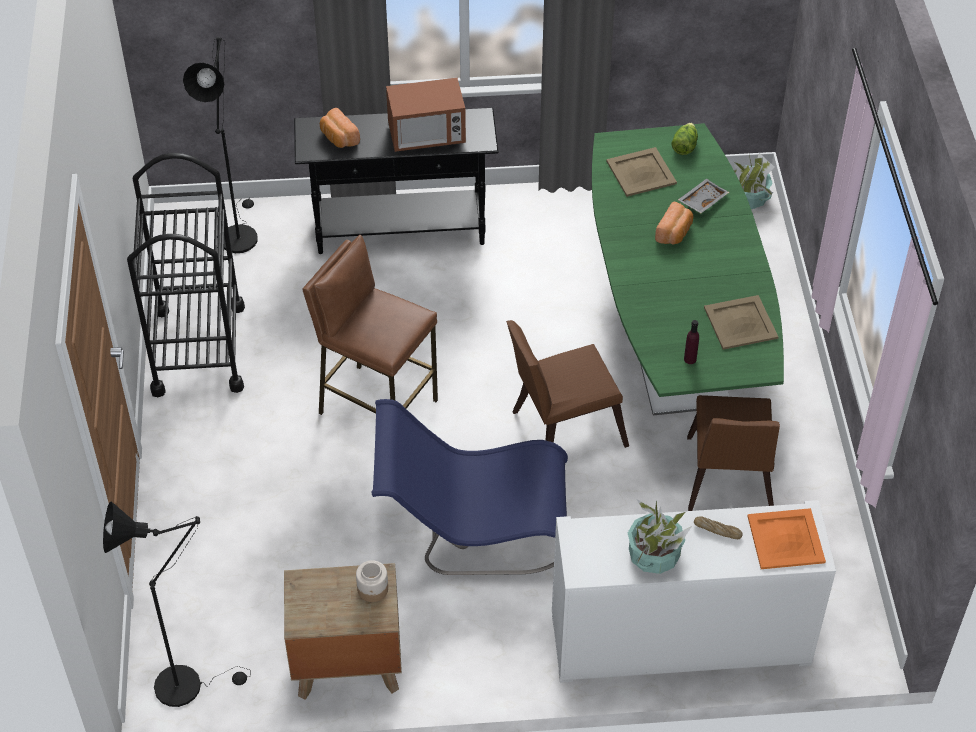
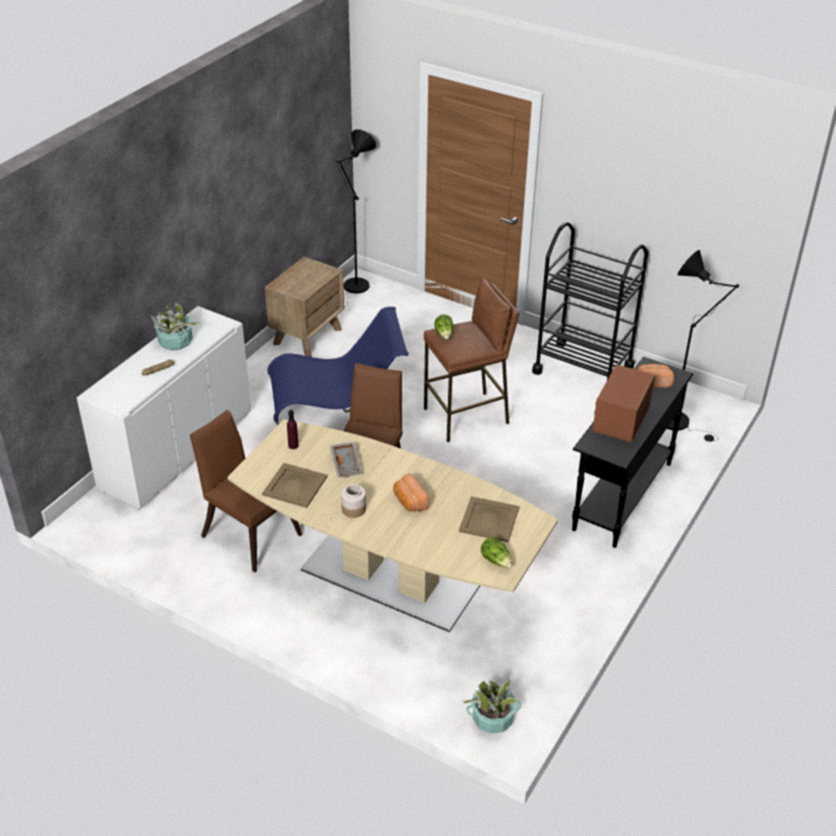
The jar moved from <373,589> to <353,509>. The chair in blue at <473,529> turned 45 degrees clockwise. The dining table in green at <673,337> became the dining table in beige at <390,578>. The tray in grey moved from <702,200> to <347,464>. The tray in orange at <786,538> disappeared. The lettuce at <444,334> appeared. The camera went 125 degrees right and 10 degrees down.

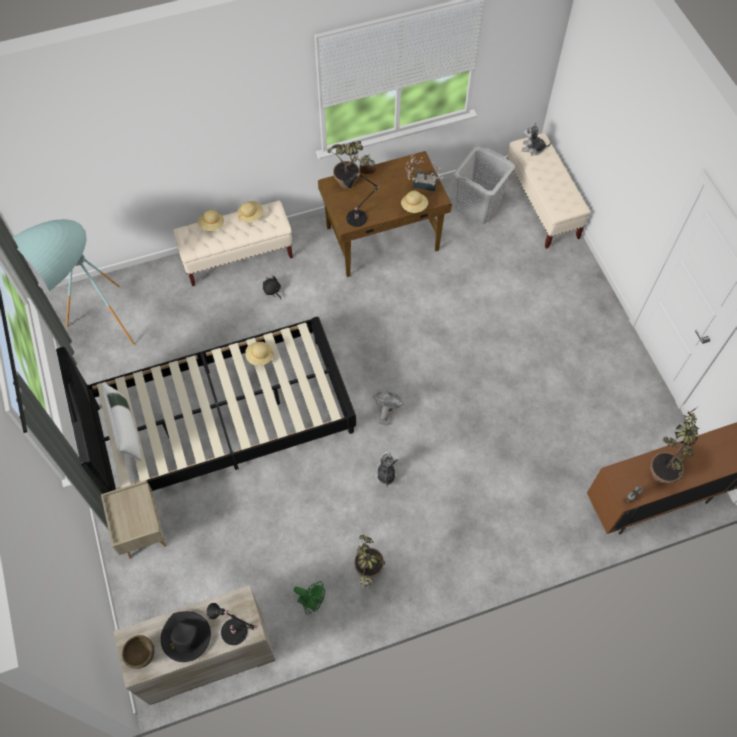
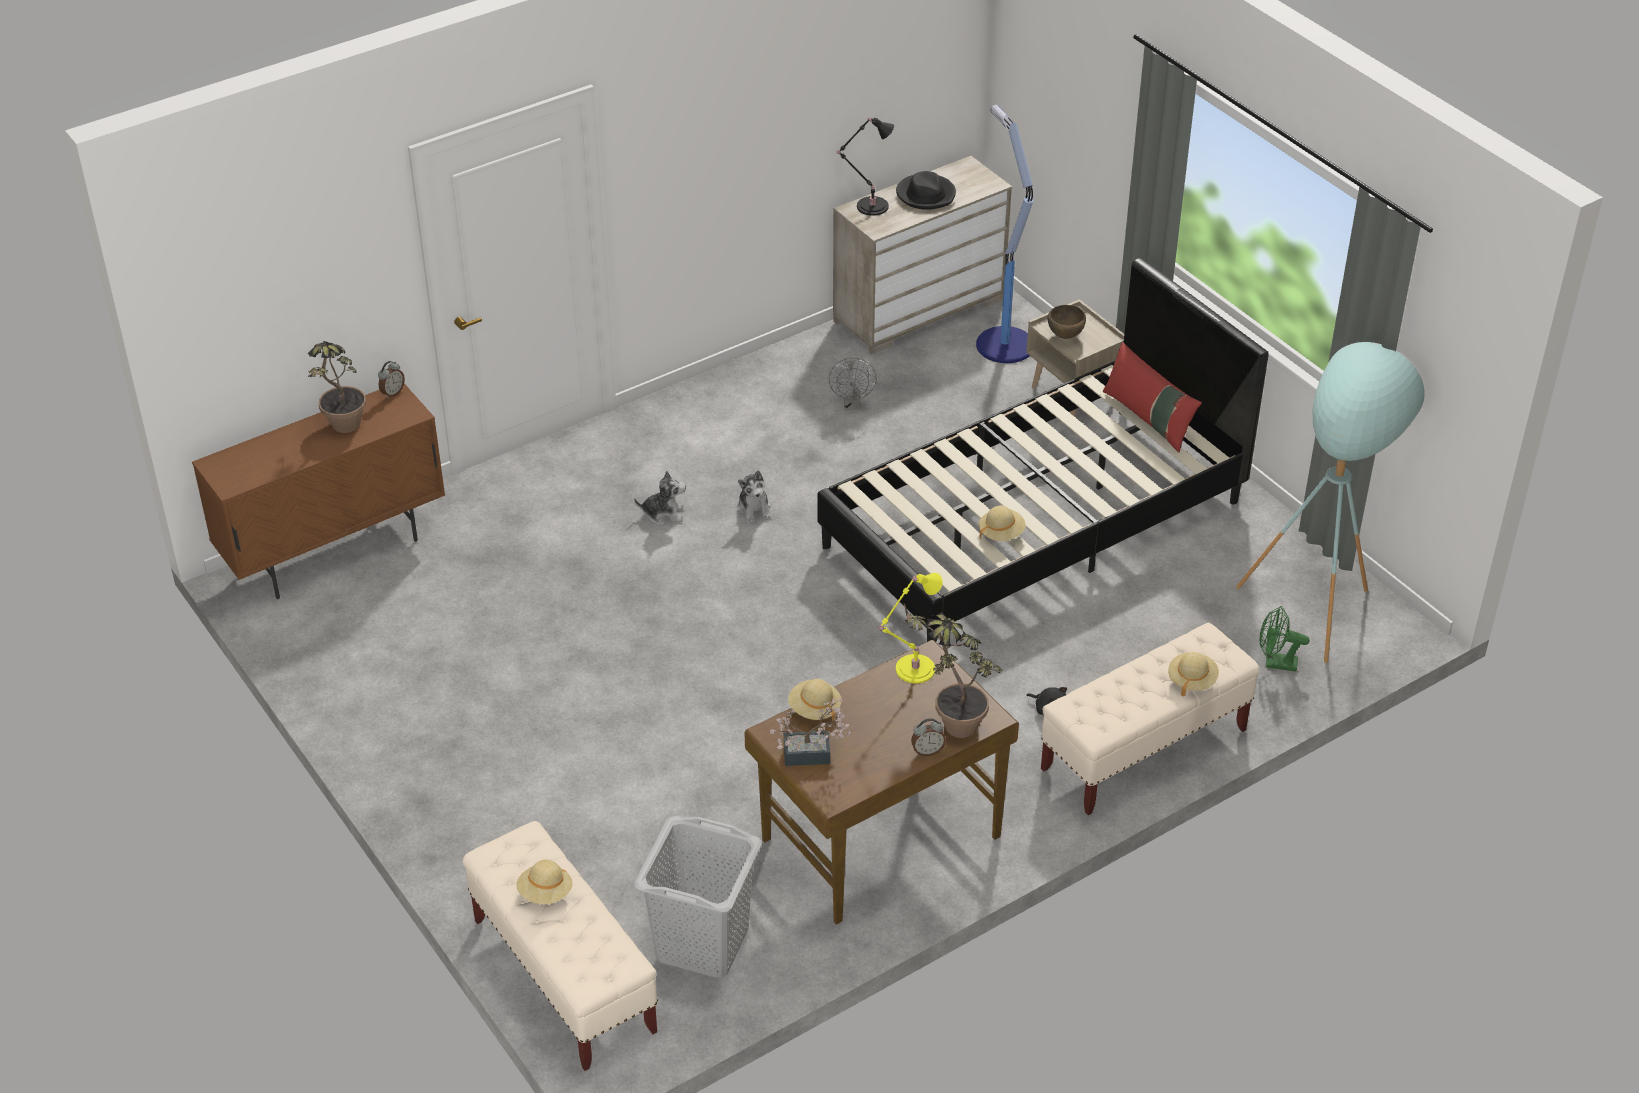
The pillow in white at <126,429> became the pillow in red at <1148,419>. The bowl in brown moved from <142,655> to <1065,336>. The hat in beige moved from <250,215> to <545,893>. The fan in green moved from <311,602> to <1275,663>. The table lamp in black at <358,218> became the table lamp in yellow at <912,670>. The potted plant at <368,574> disappeared. The fan in grey moved from <386,414> to <852,404>. The plush toy moved from <533,148> to <663,514>. The floor lamp at <1003,344> appeared. The camera went 165 degrees right and 20 degrees down.

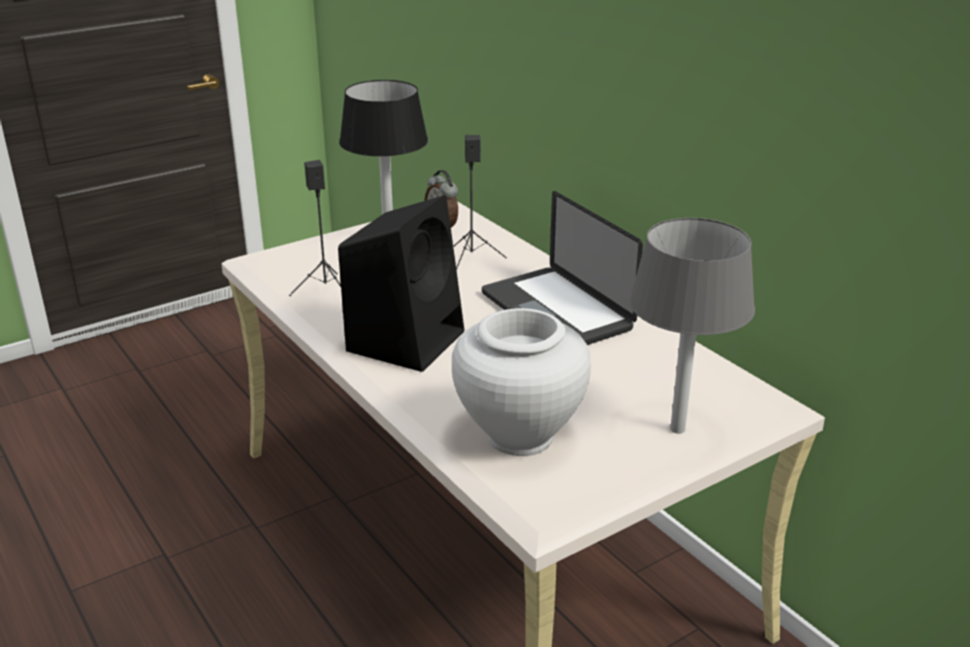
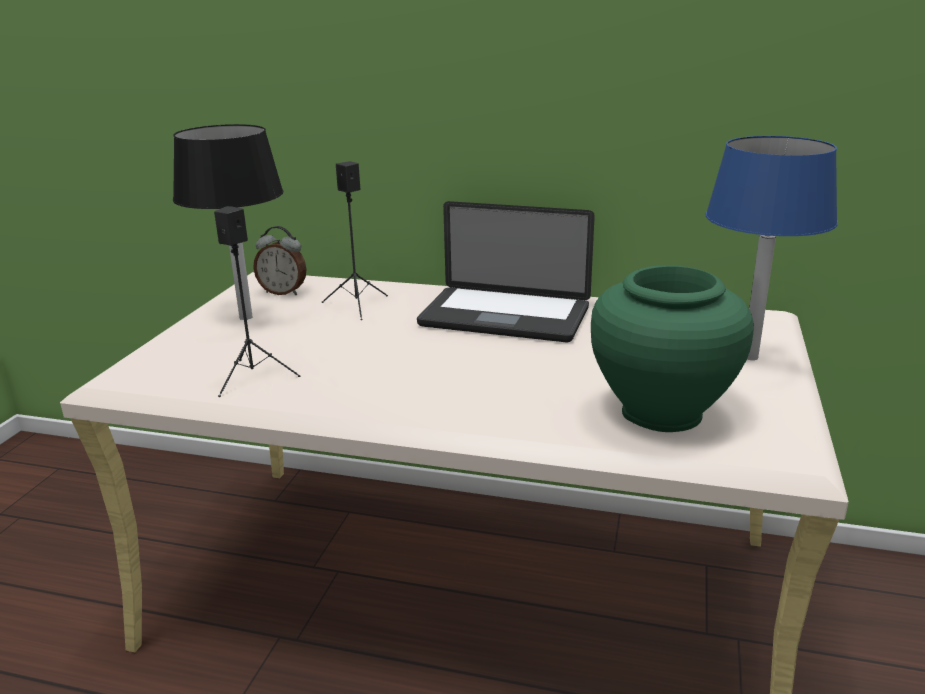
The speaker in black at <406,339> disappeared. The vase in white at <519,435> became the vase in green at <662,413>. The table lamp in grey at <677,429> became the table lamp in blue at <750,357>. The camera went 40 degrees left and 5 degrees down.

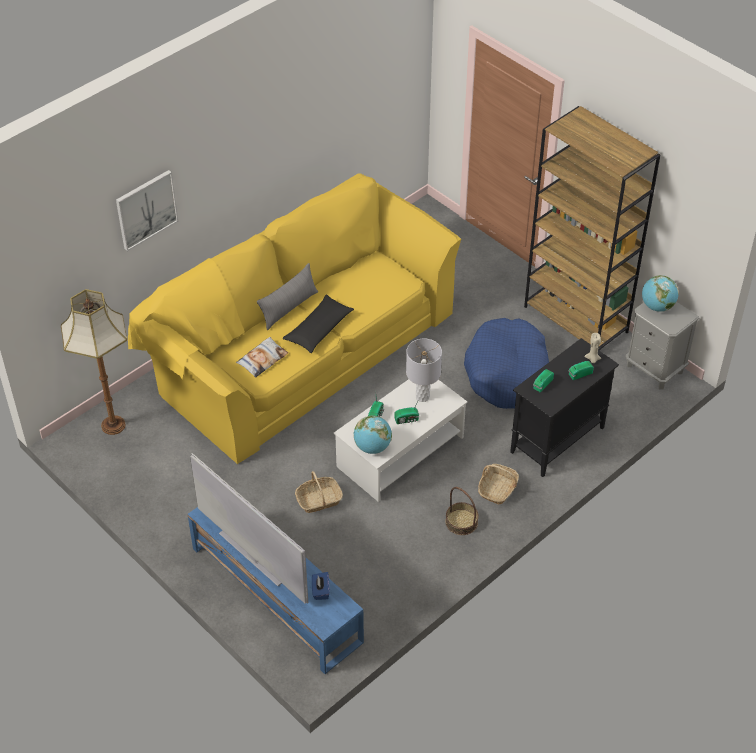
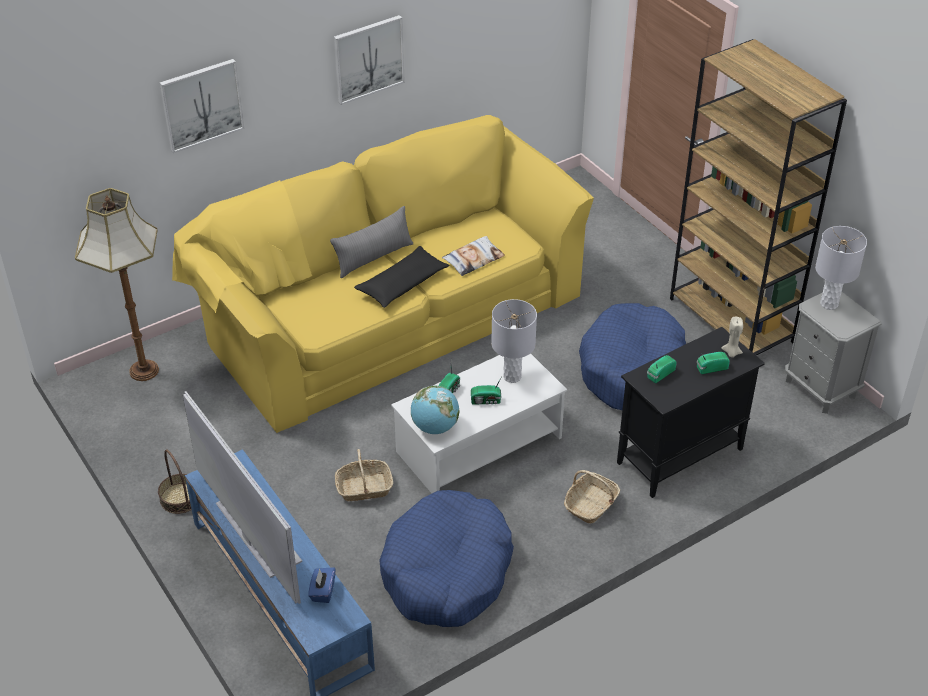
The pillow moved from <262,360> to <473,259>. The basket moved from <461,522> to <180,498>. The globe at <657,306> was replaced by the table lamp in grey at <828,304>. The picture at <368,59> appeared. The dog bed in blue at <447,571> appeared. The camera went 10 degrees right and 5 degrees down.

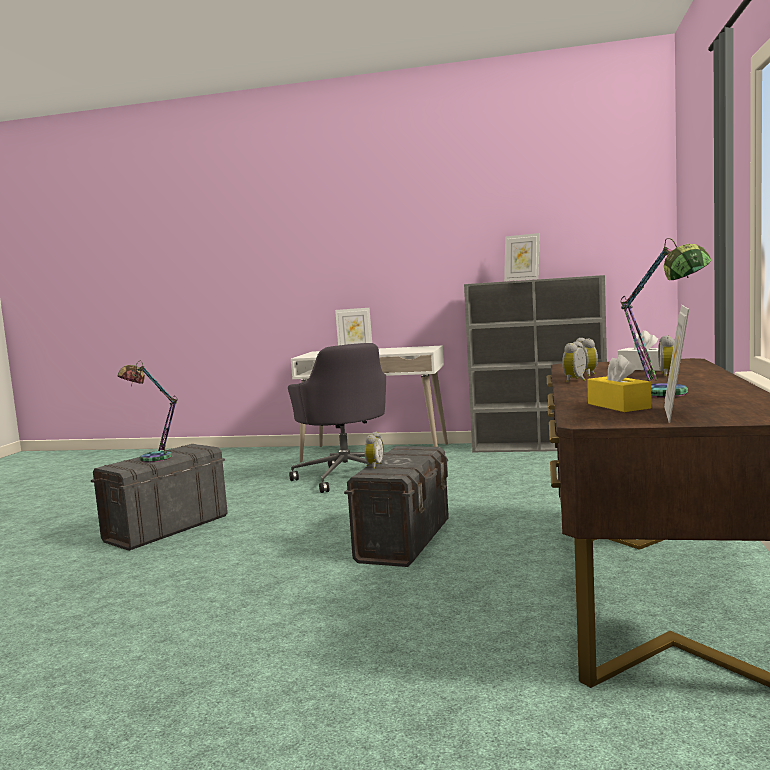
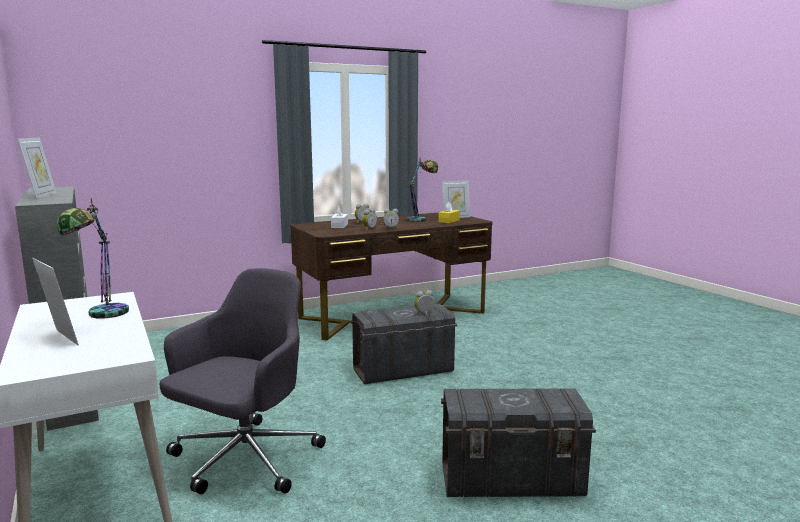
The table lamp moved from <152,457> to <101,316>. The camera went 130 degrees left and 5 degrees up.

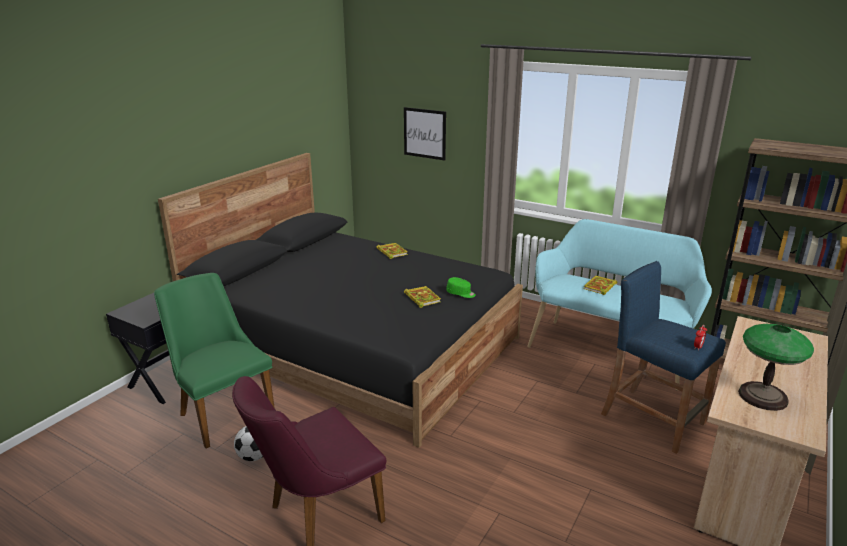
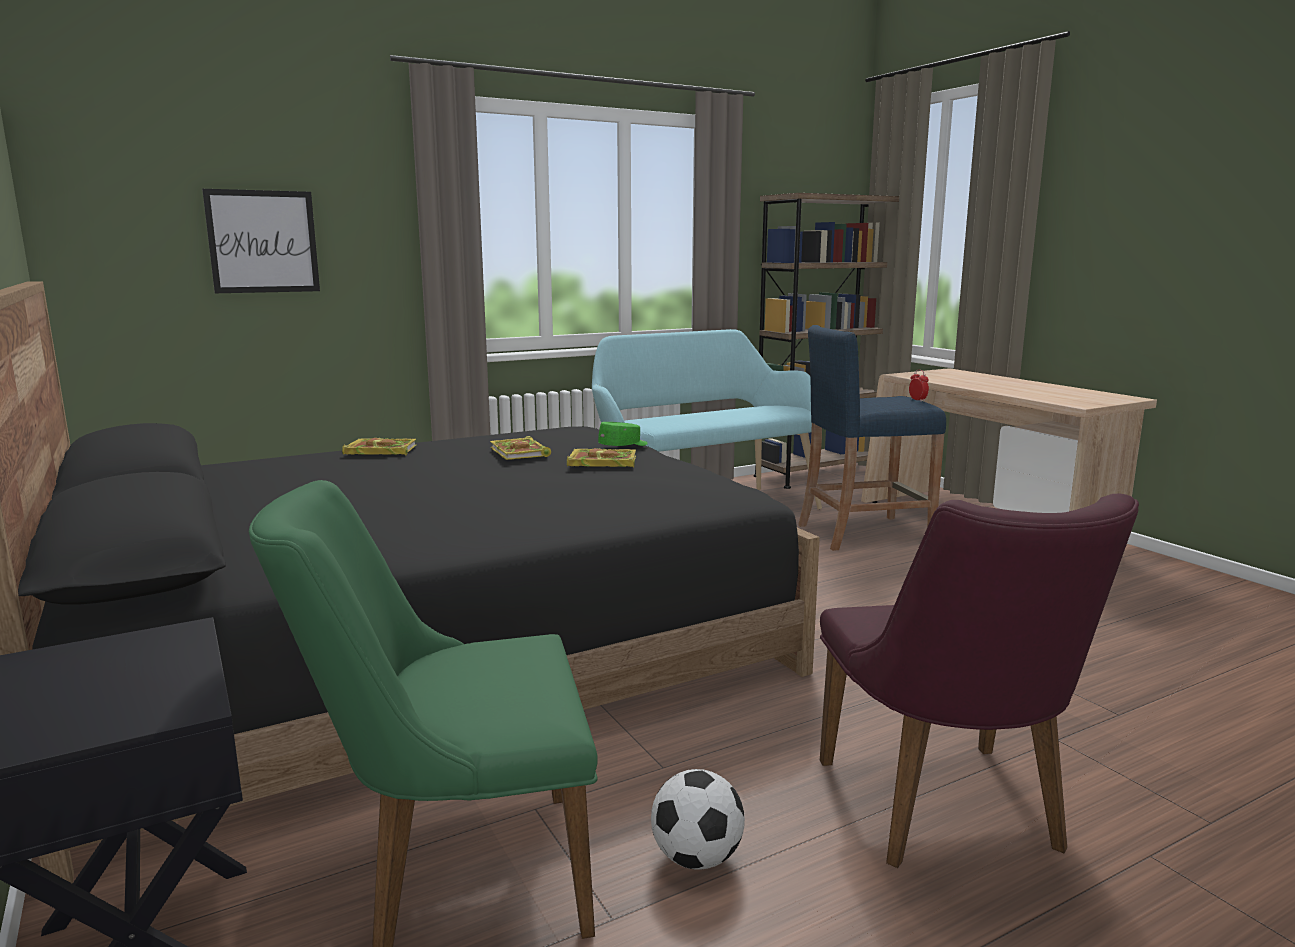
The book moved from <599,287> to <520,453>. The table lamp at <762,396> disappeared. The camera went 60 degrees left and 10 degrees down.

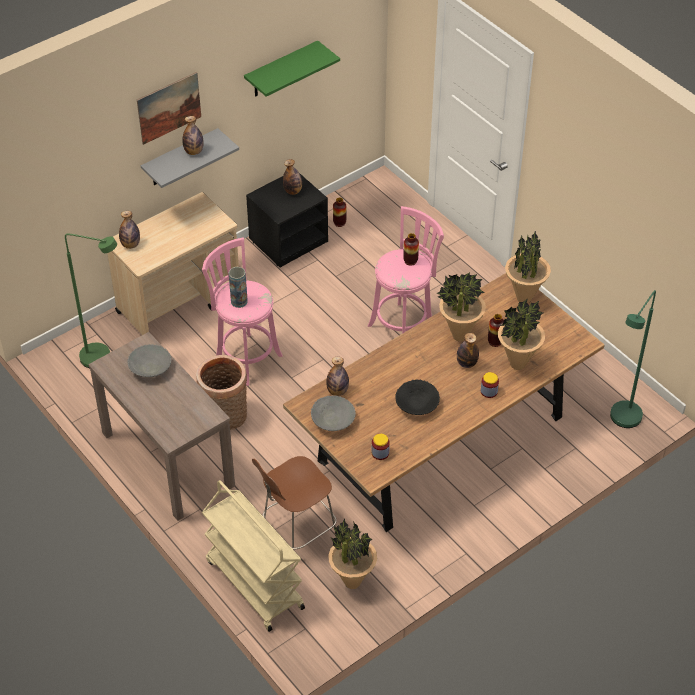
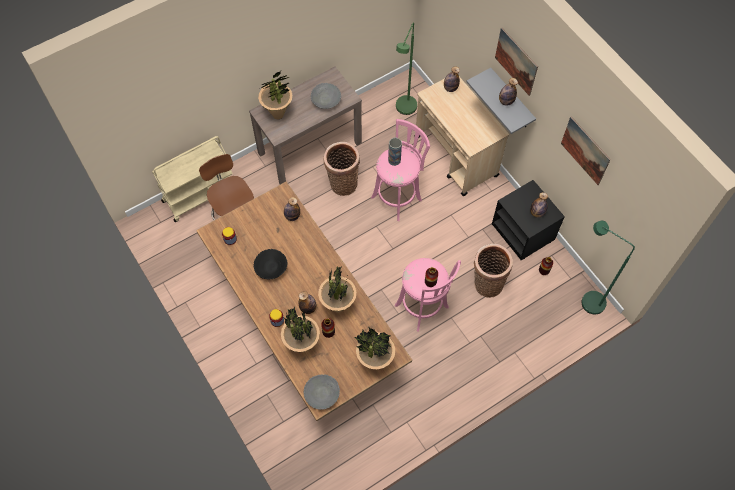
The shelf in green at <281,70> was replaced by the picture at <585,150>. The bowl in grey moved from <333,421> to <322,394>. The potted plant moved from <352,582> to <278,114>. The floor lamp in green moved from <622,422> to <587,299>. The basket at <487,282> appeared. The camera went 95 degrees right and 15 degrees up.

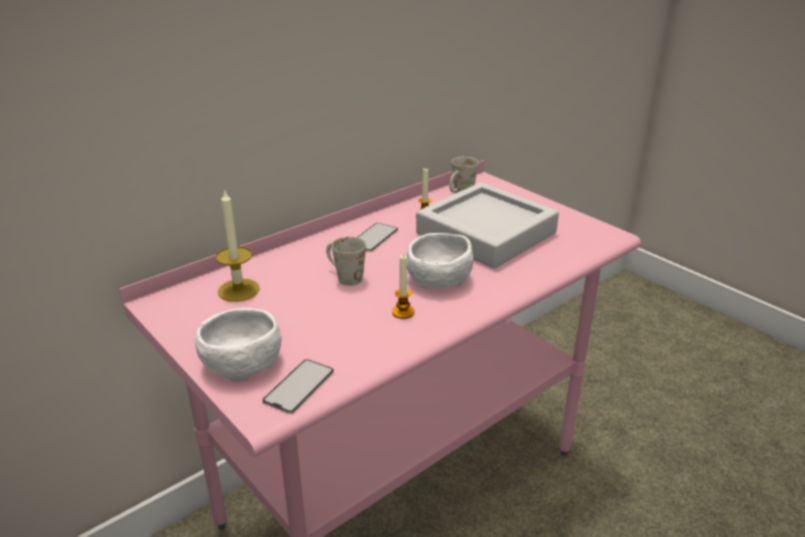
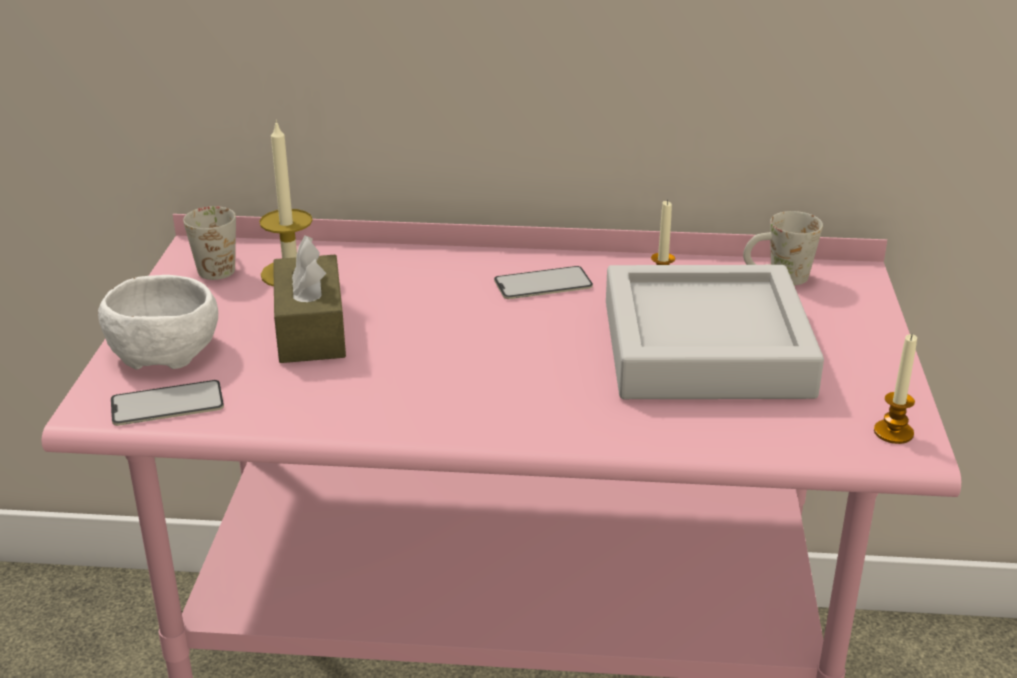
The mug in white moved from <344,276> to <218,265>. The candle moved from <403,312> to <893,432>. The bowl in white at <437,279> disappeared. The tissue box in brown at <310,330> appeared. The camera went 45 degrees right and 0 degrees up.

